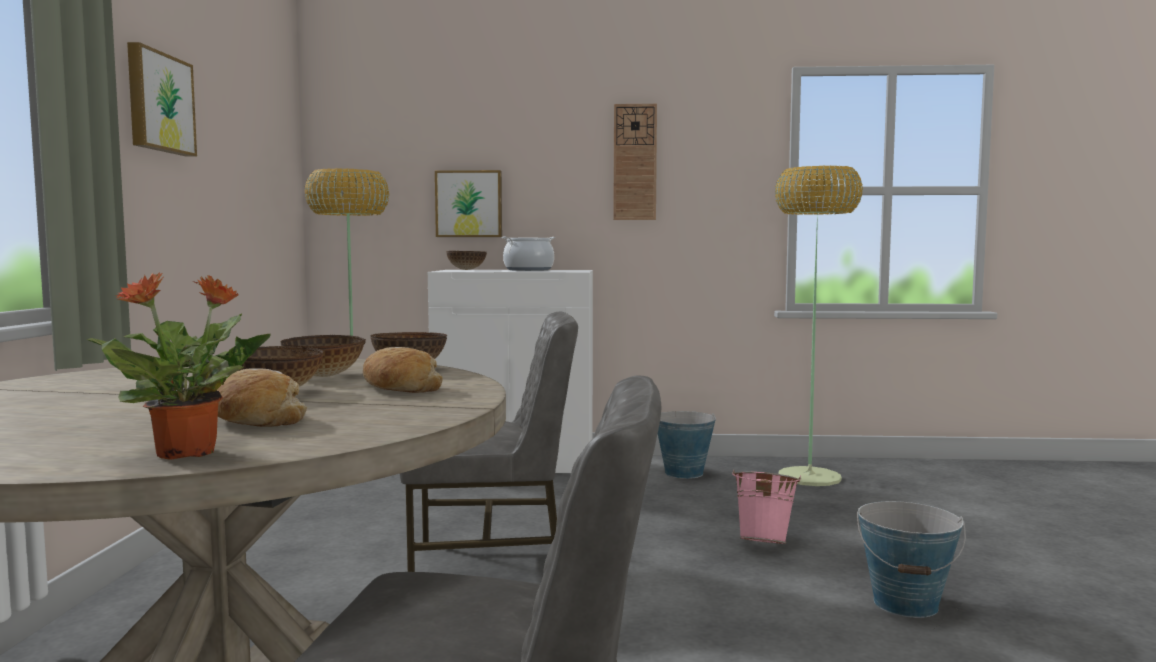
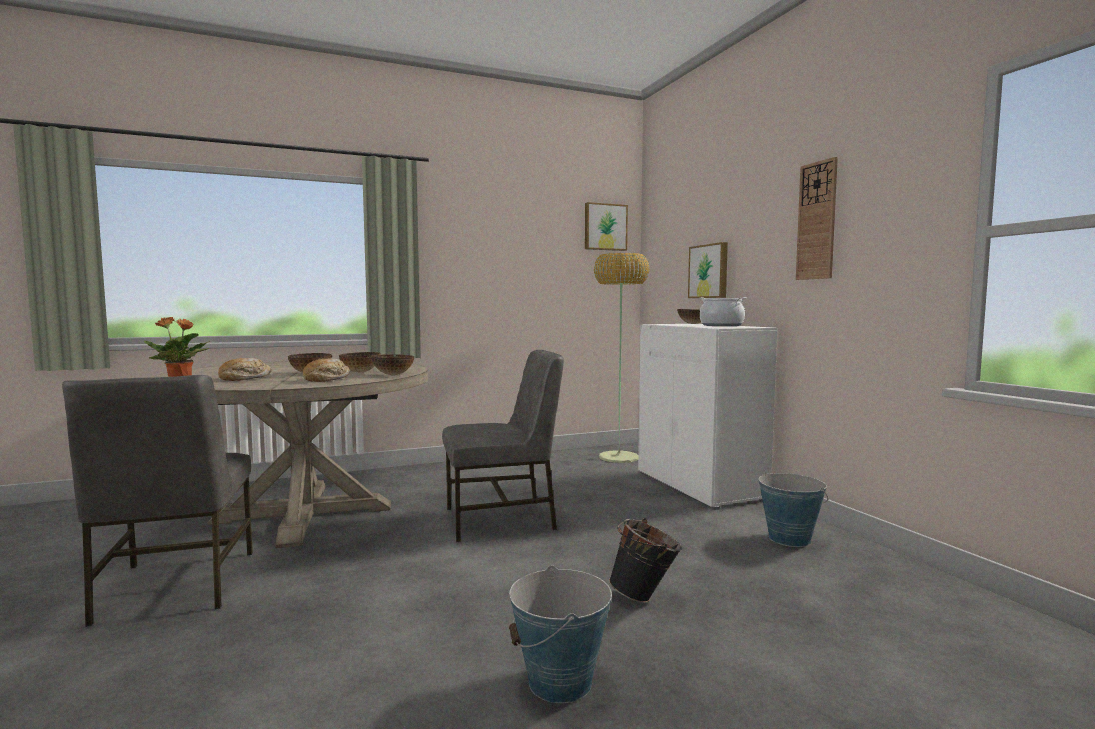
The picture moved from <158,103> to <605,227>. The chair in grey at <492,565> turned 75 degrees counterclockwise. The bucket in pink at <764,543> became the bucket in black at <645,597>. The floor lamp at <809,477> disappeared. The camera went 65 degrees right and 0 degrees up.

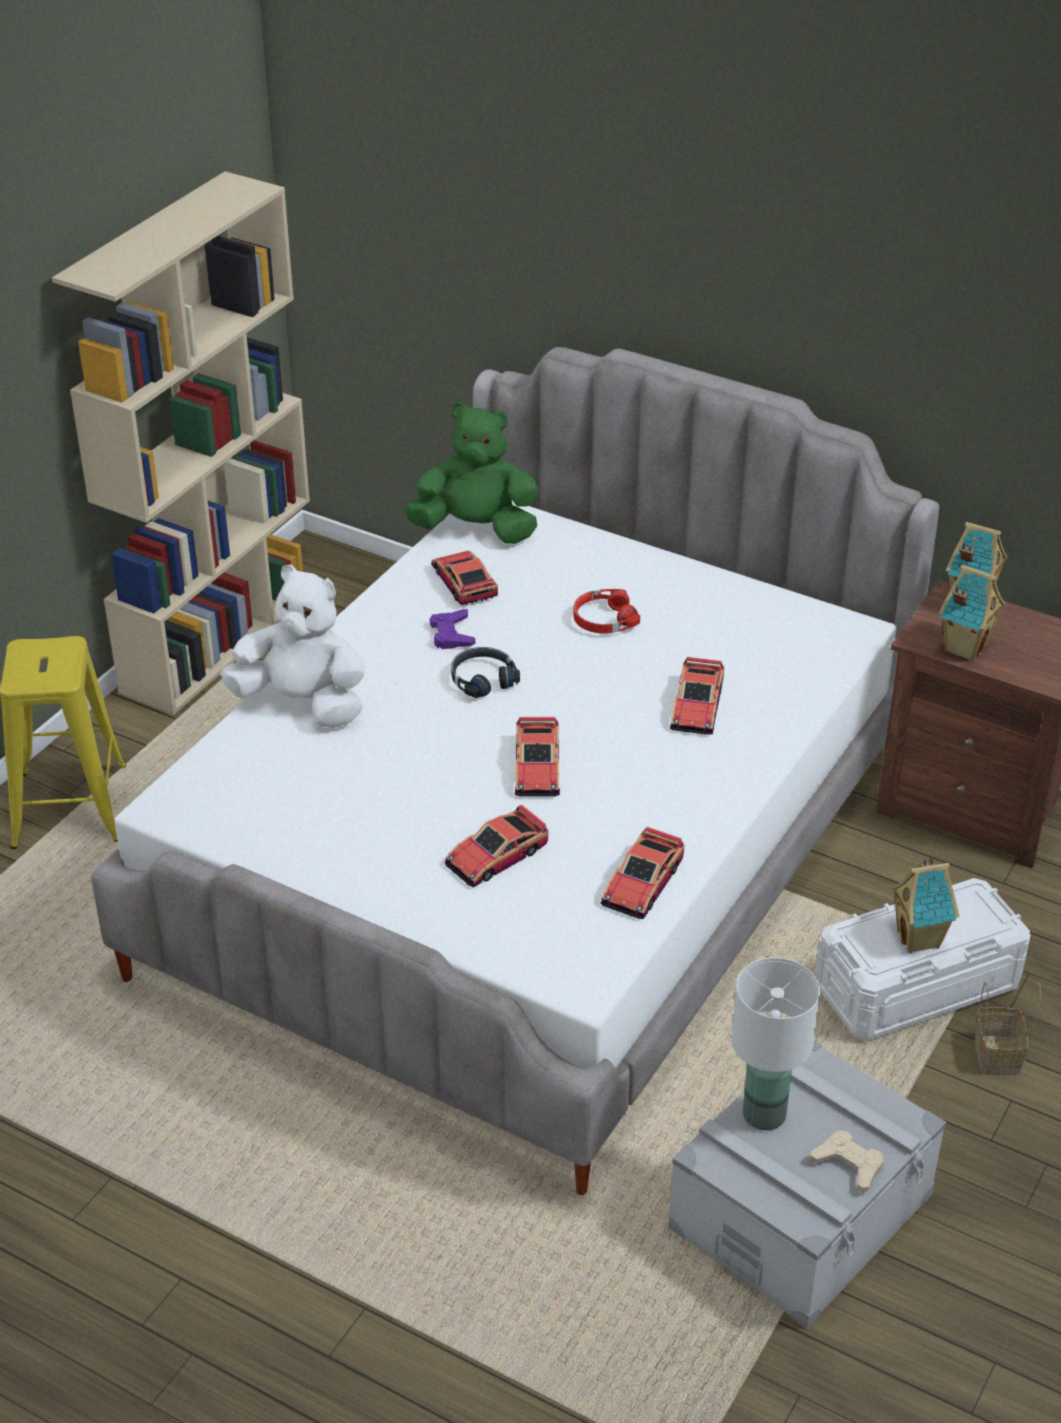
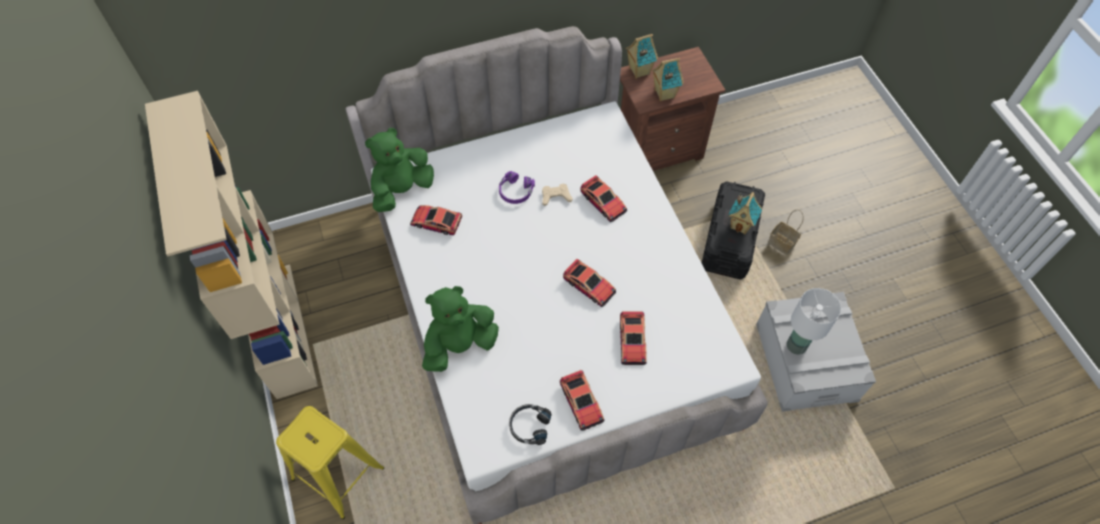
The plush toy in white at <302,703> became the plush toy in green at <460,345>. The game controller in purple at <451,634> disappeared. The headphones in black moved from <482,679> to <529,426>. The headphones in red at <603,620> became the headphones in purple at <515,191>. The toy car moved from <642,883> to <581,403>. The game controller in beige moved from <848,1164> to <556,196>. The storage box in white at <917,986> became the storage box in black at <729,239>. The camera went 50 degrees left and 20 degrees up.

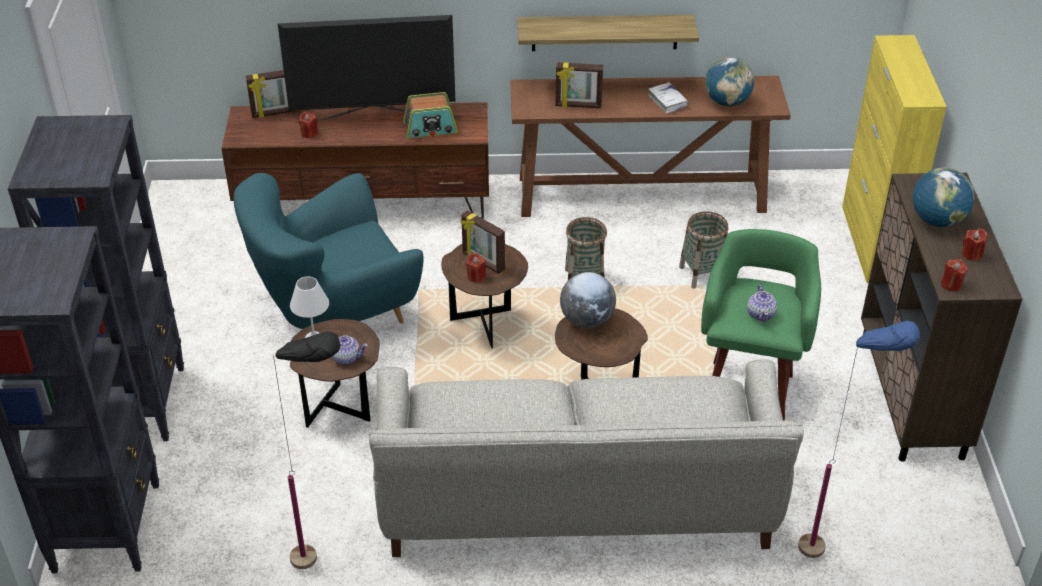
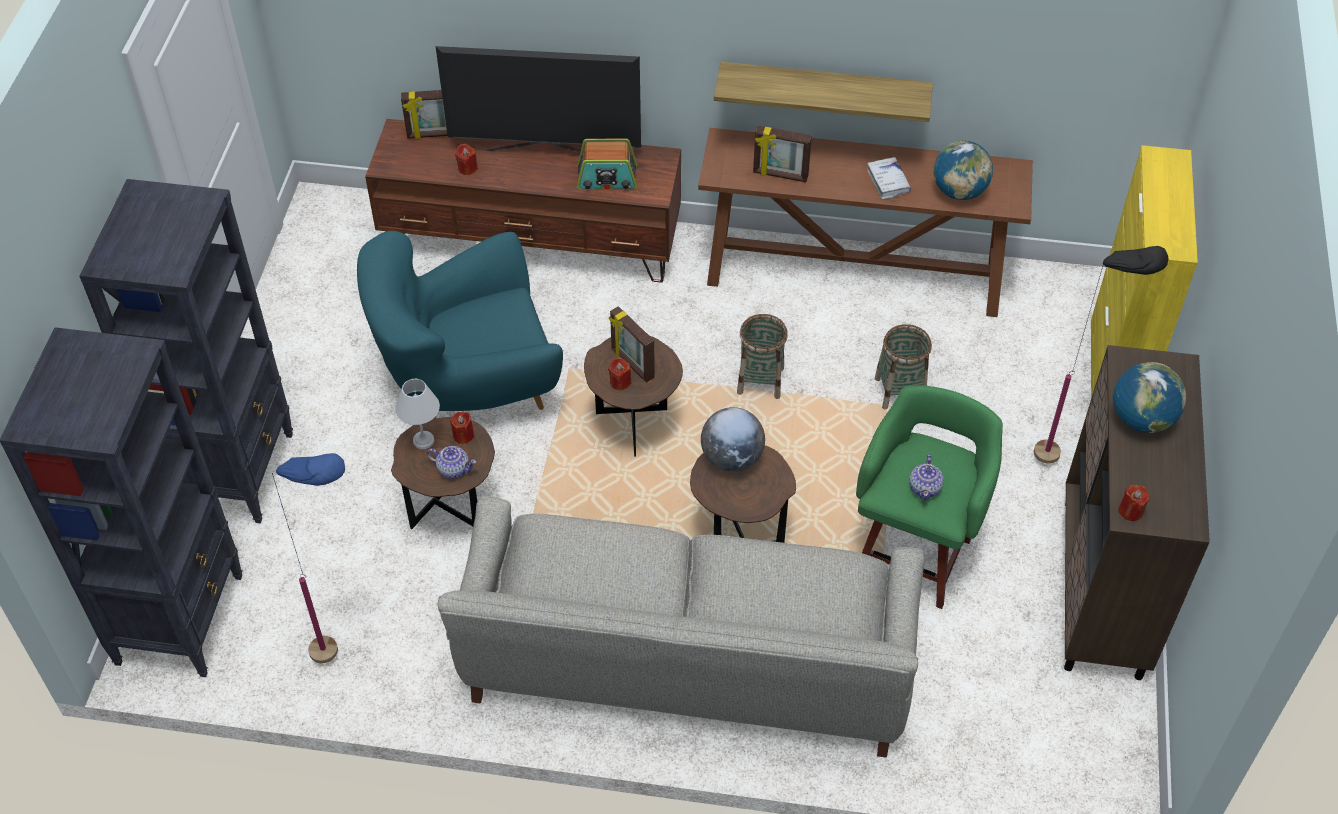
The floor lamp in black moved from <327,558> to <1067,456>. The floor lamp in blue moved from <831,547> to <350,653>. The candle in red moved from <971,254> to <463,435>. The camera went 10 degrees right and 10 degrees up.

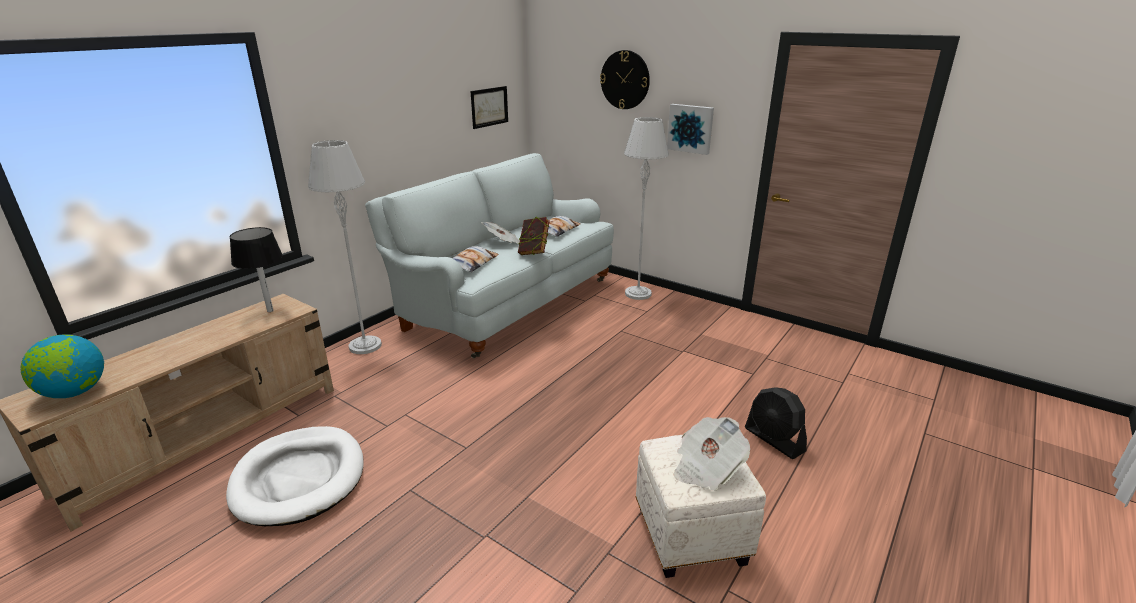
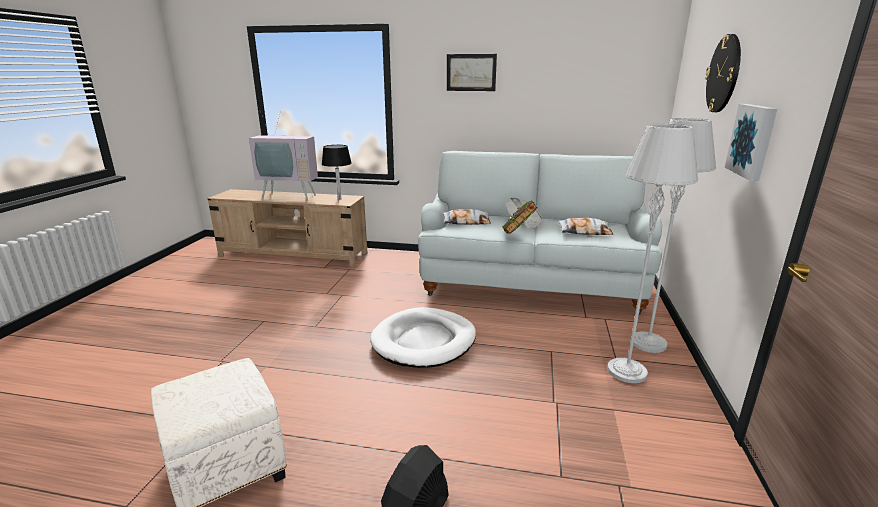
The globe at <75,392> disappeared. The dog bed in white moved from <299,478> to <424,341>. The floor lamp in grey moved from <365,346> to <627,371>. The picture moved from <489,107> to <471,72>. The newspaper at <706,468> disappeared. The television at <291,196> appeared. The camera went 65 degrees right and 5 degrees down.

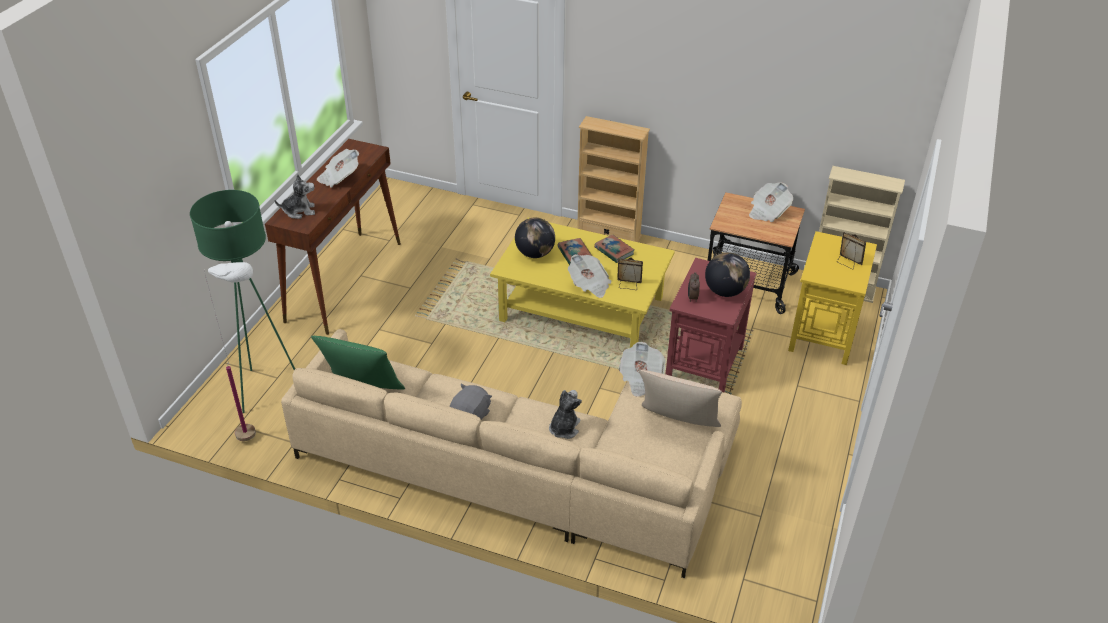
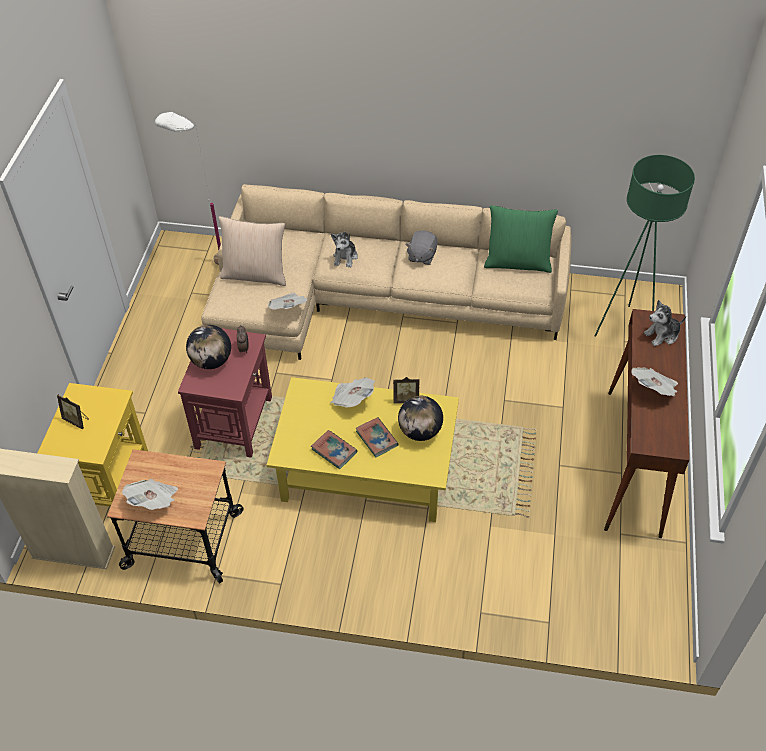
The floor lamp in white moved from <263,439> to <208,264>. The bookcase in beige at <608,235> disappeared. The picture frame moved from <628,285> to <406,399>. The camera went 170 degrees right and 10 degrees up.

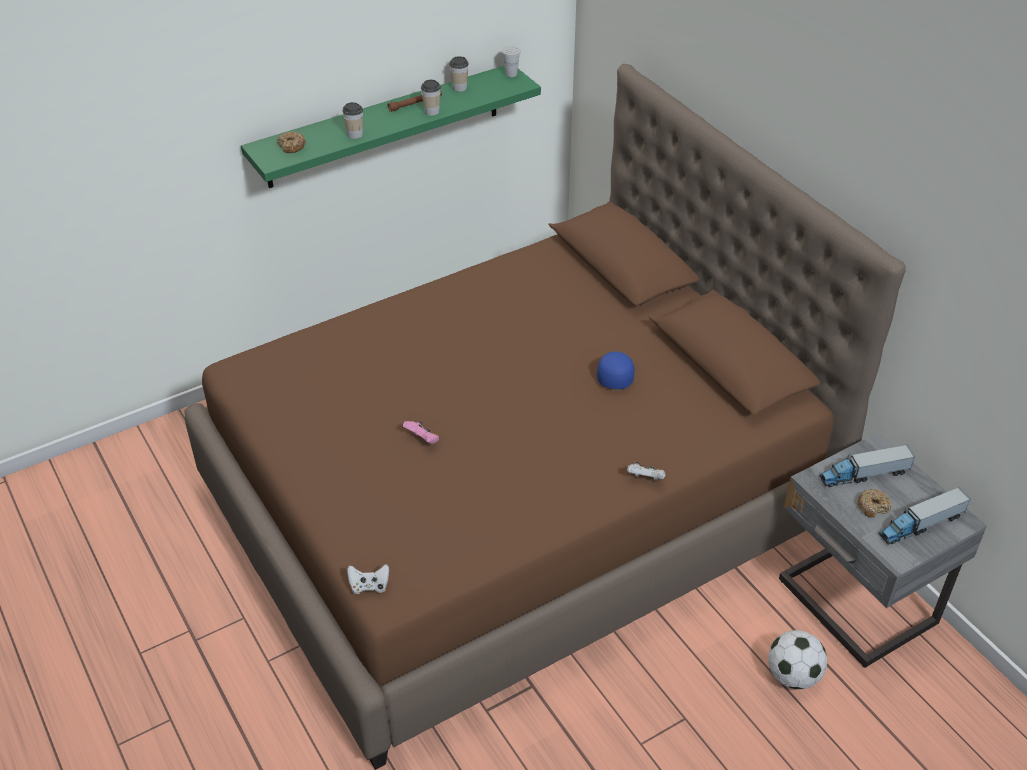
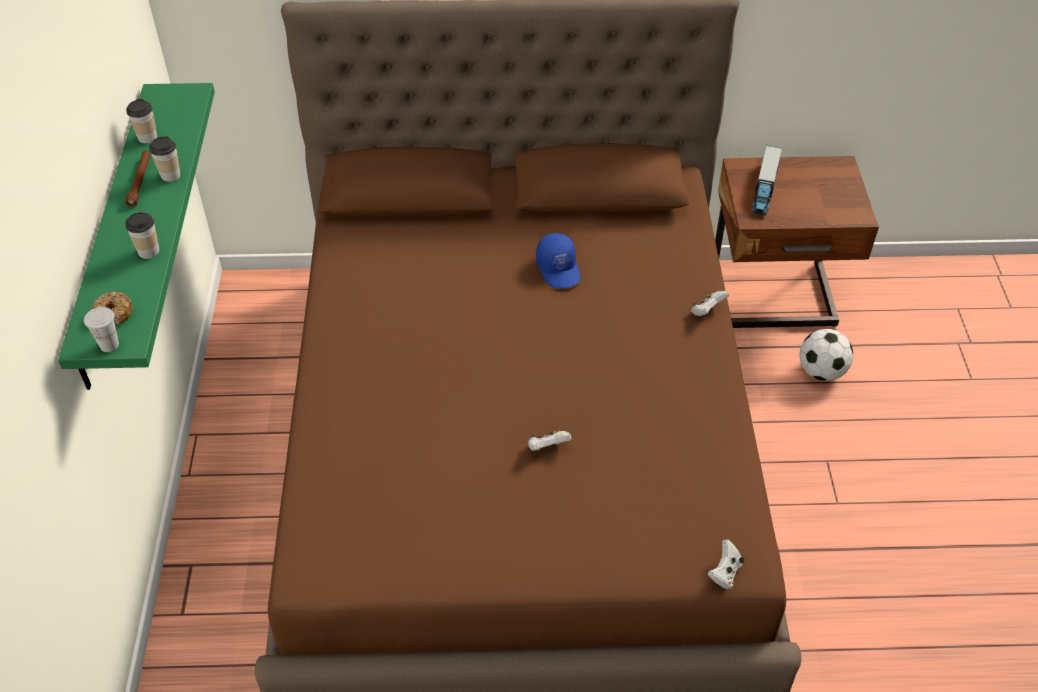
The game controller in pink at <422,440> became the game controller in white at <547,447>. The cup in white moved from <511,74> to <109,345>. The cap in blue at <615,374> turned 150 degrees counterclockwise. The nightstand in grey at <854,605> became the nightstand in brown at <774,299>. The donut at <873,507> disappeared. The toy truck at <921,525> disappeared. The camera went 60 degrees left and 5 degrees up.

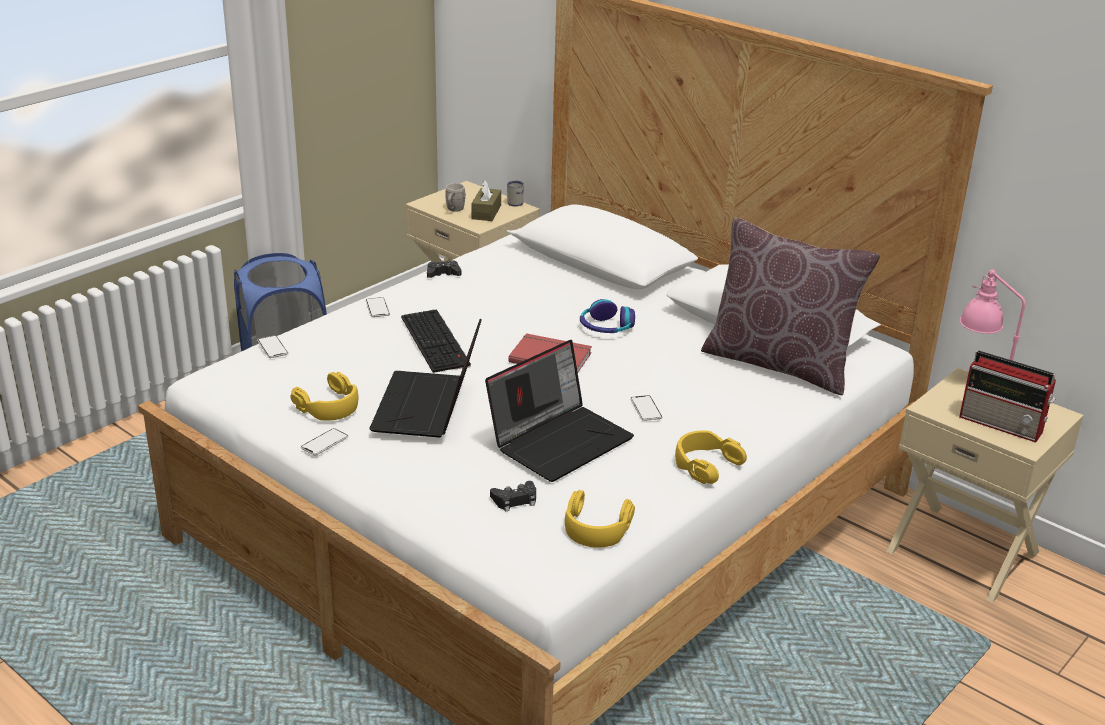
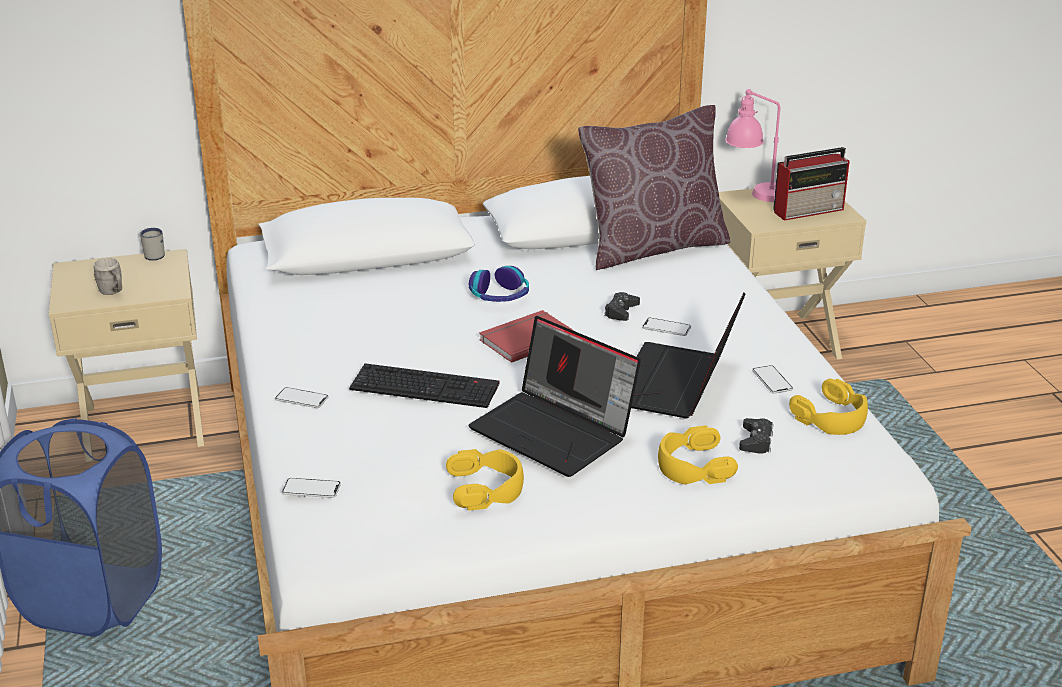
The phone moved from <324,443> to <772,380>. The game controller in black moved from <443,274> to <621,311>. The tissue box in brown at <486,212> disappeared. The laptop at <560,440> turned 150 degrees counterclockwise. The headphones in yellow moved from <705,464> to <693,466>. The camera went 55 degrees left and 0 degrees up.

